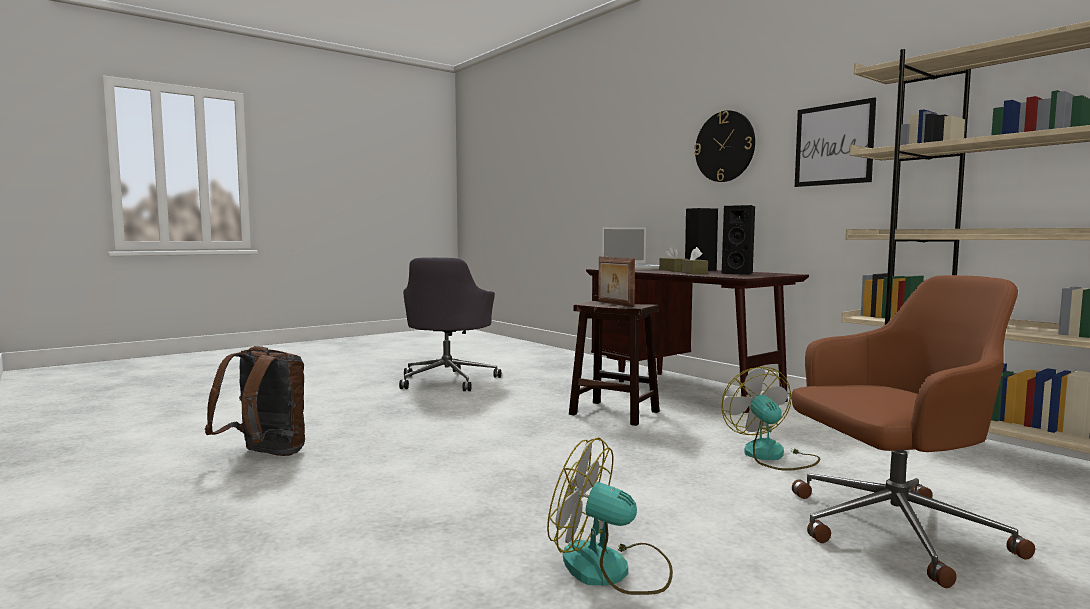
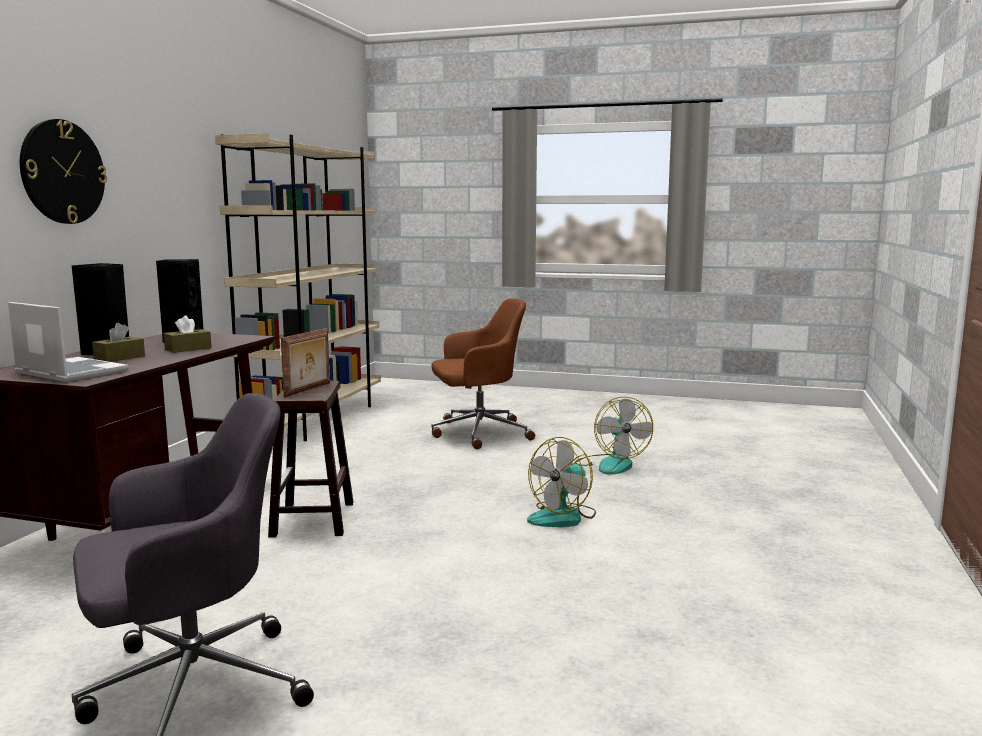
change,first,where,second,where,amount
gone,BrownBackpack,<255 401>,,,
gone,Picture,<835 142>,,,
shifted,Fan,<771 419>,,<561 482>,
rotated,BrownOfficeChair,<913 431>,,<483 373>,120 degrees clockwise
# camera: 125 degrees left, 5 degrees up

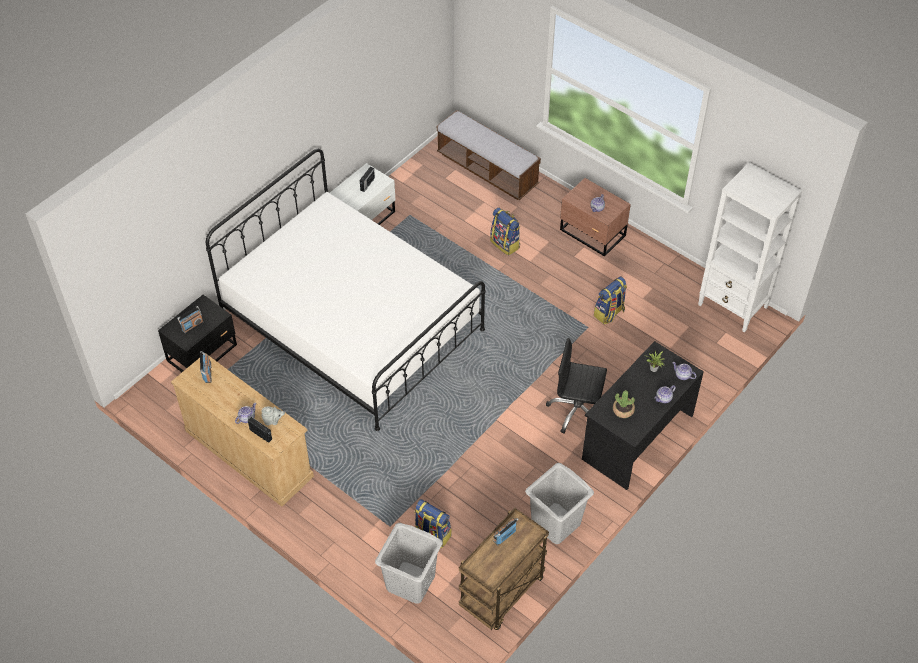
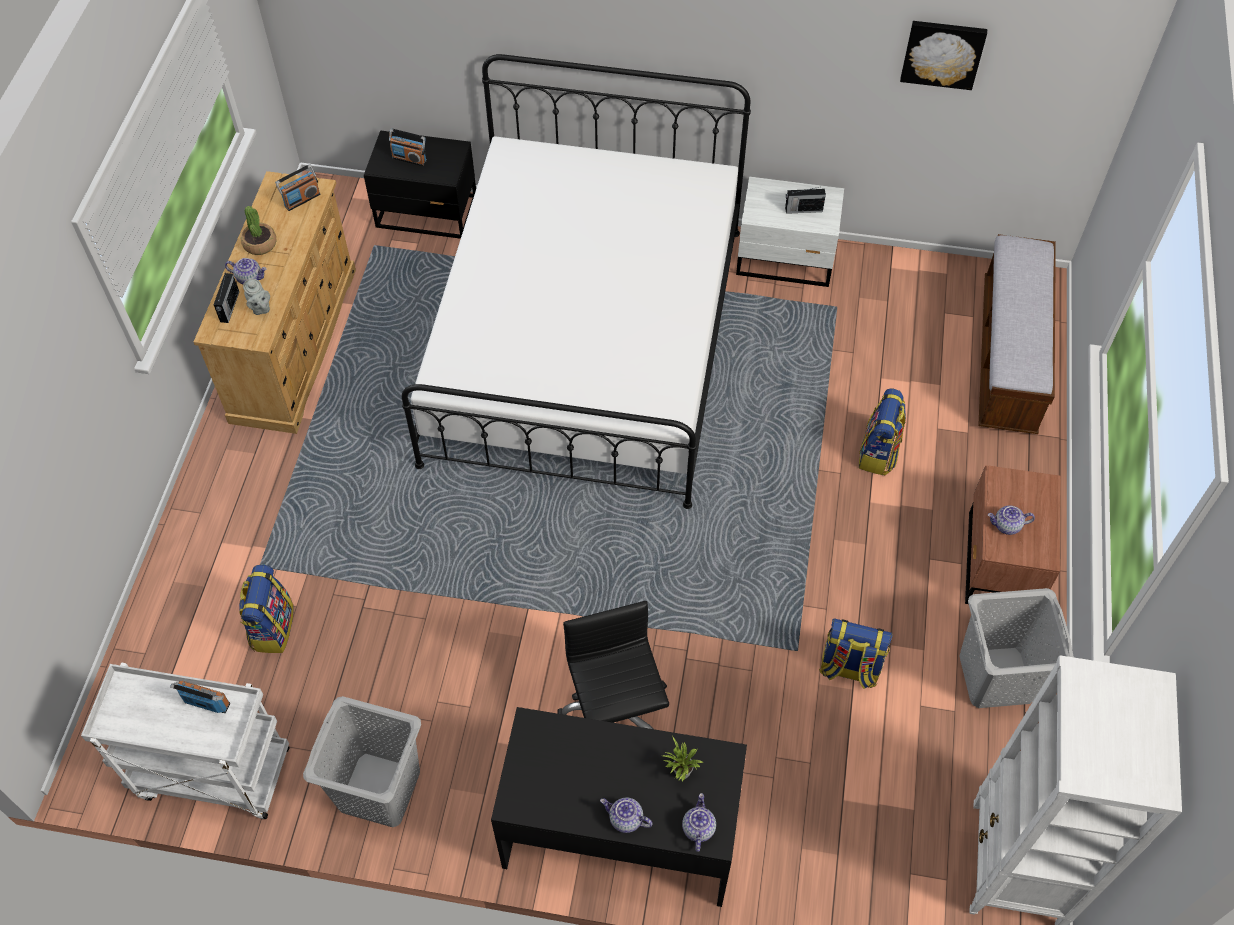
change,first,where,second,where,amount
new,,,Picture,<943 55>,
shifted,GreyLaundryBasket,<408 563>,,<1017 648>,
shifted,PottedPlant,<624 404>,,<259 230>,
repainted,BrownCart,<504 569>,WhiteCart,<185 740>,
# camera: 60 degrees right, 5 degrees up

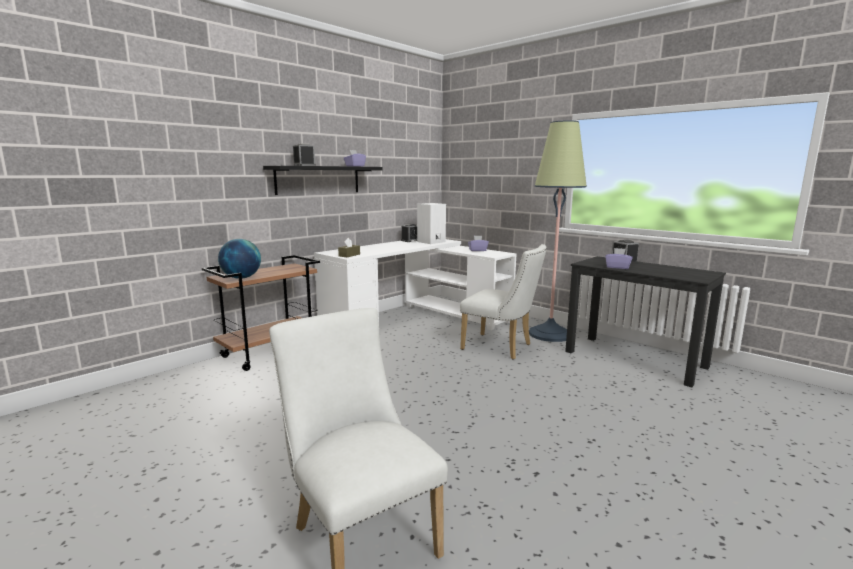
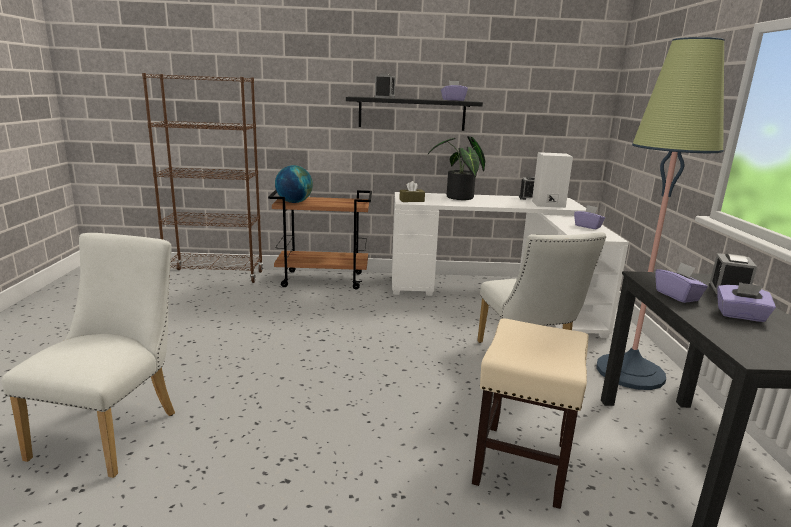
change,first,where,second,where,amount
new,,,BrownBookcase,<202 178>,
new,,,PottedPlant,<456 168>,
new,,,BeigeStool,<530 413>,
new,,,PurpleTissueBox,<746 302>,
# camera: 45 degrees right, 5 degrees up

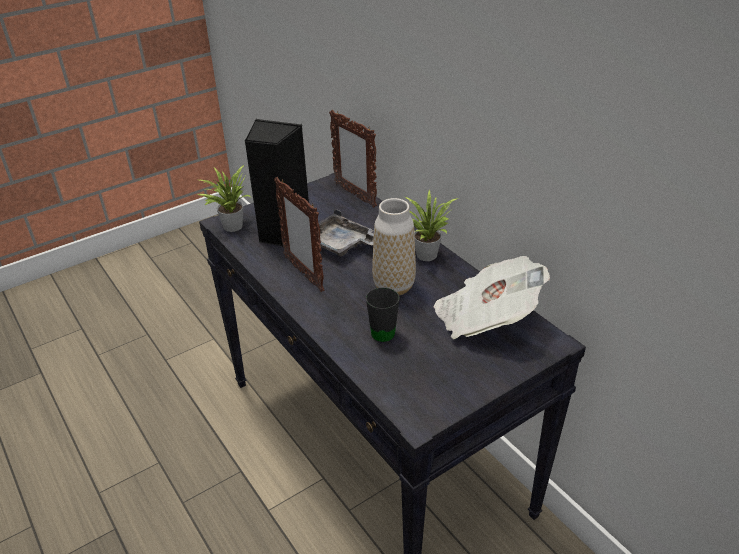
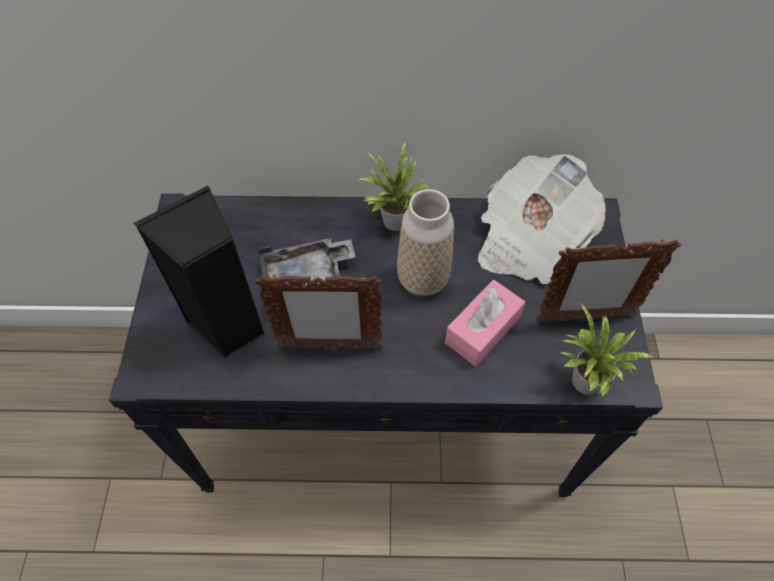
change,first,where,second,where,amount
shifted,PottedPlant,<224 198>,,<607 350>,
shifted,PictureFrame,<353 159>,,<608 281>,
swapped,BlackMug,<383 314>,PinkTissueBox,<485 323>,
# camera: 55 degrees left, 20 degrees up

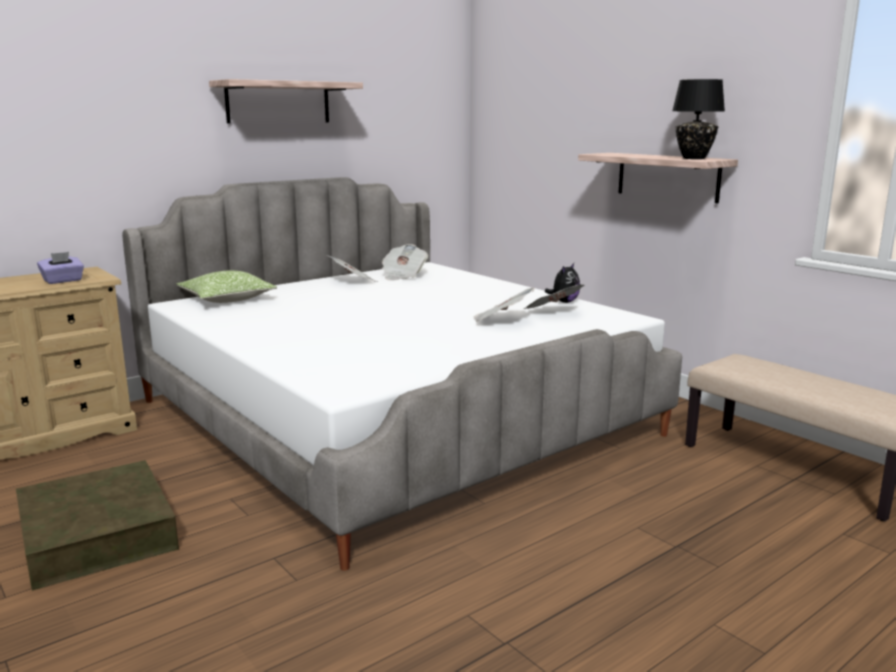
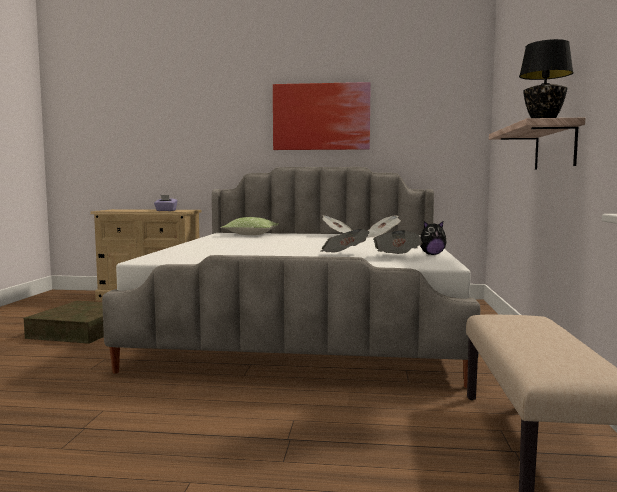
change,first,where,second,where,amount
swapped,Shelf,<286 101>,Picture,<322 116>,
# camera: 45 degrees right, 10 degrees down

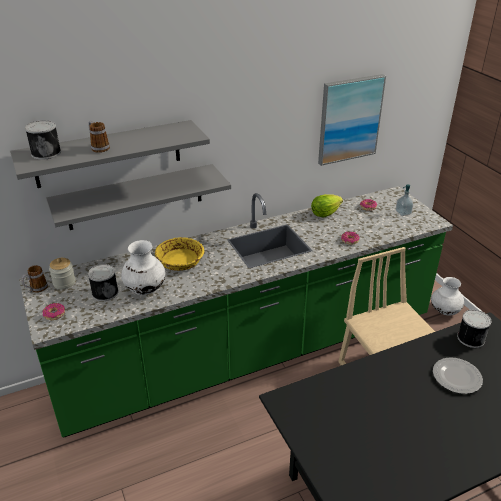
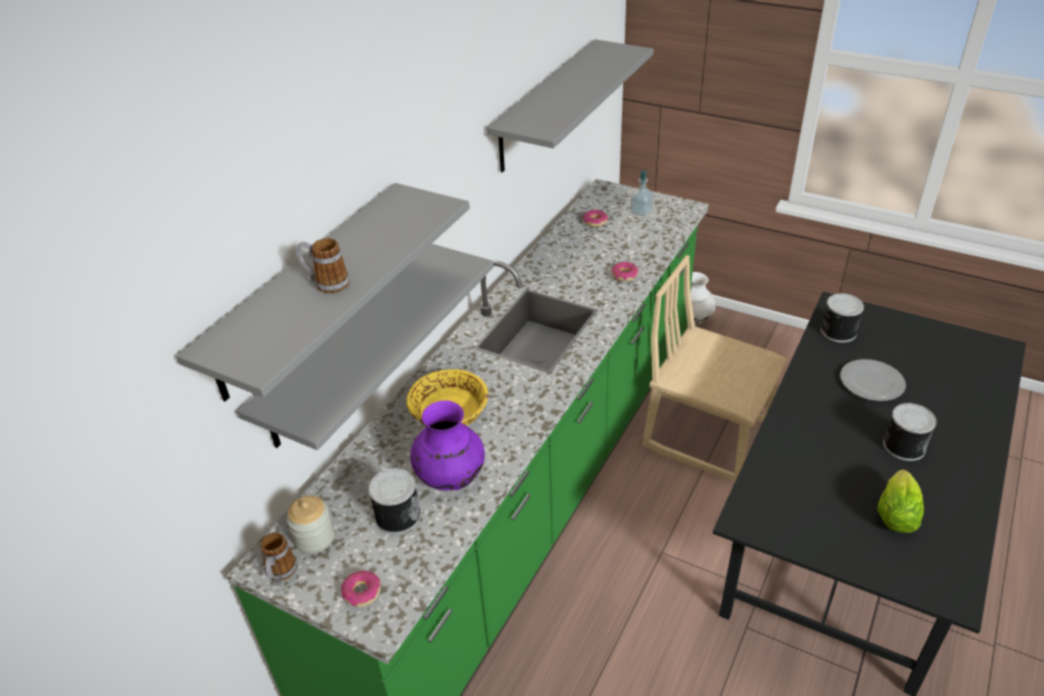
change,first,where,second,where,amount
shifted,Can,<43 140>,,<910 432>,
shifted,Lettuce,<327 206>,,<900 501>,
swapped,Picture,<352 120>,GreyShelf,<570 106>,
repainted,WhiteVase,<143 267>,PurpleVase,<447 445>,
# camera: 35 degrees left, 5 degrees up

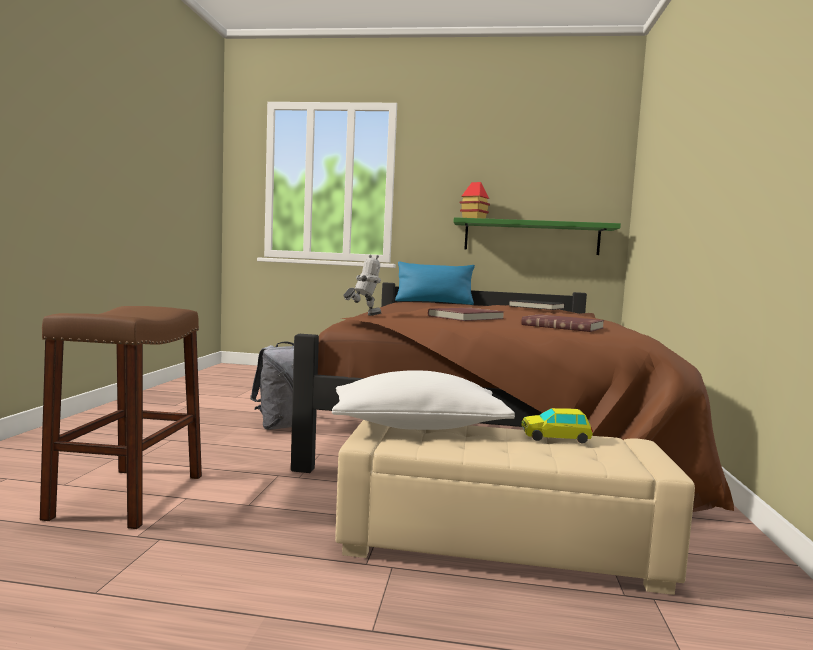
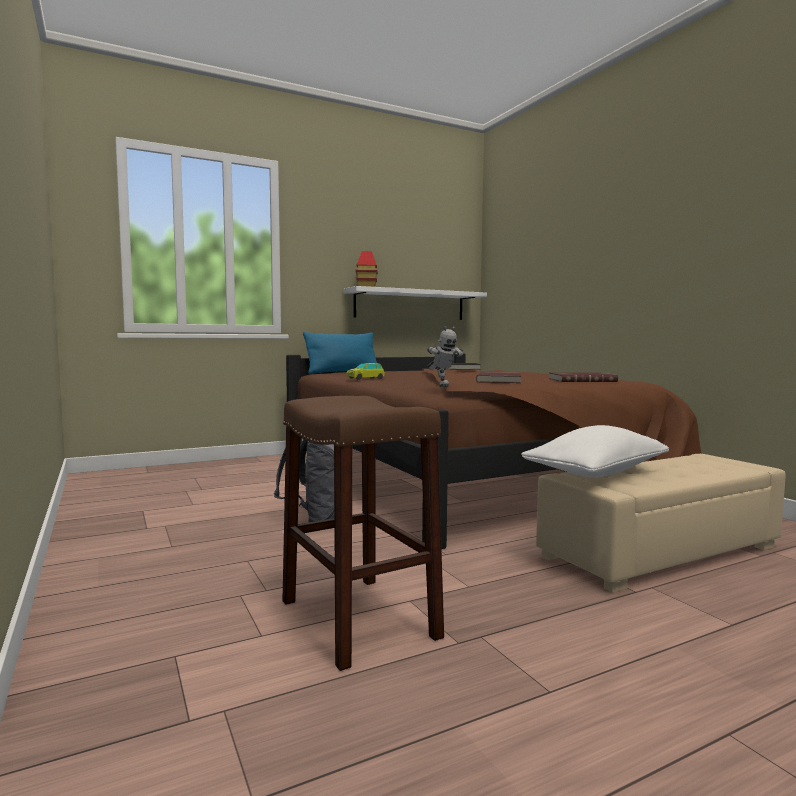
change,first,where,second,where,amount
shifted,ToyCar,<557 425>,,<365 371>,
repainted,GreenShelf,<537 236>,WhiteShelf,<415 303>,
rotated,ToyRobot,<362 285>,,<445 356>,150 degrees clockwise
# camera: 35 degrees left, 0 degrees up

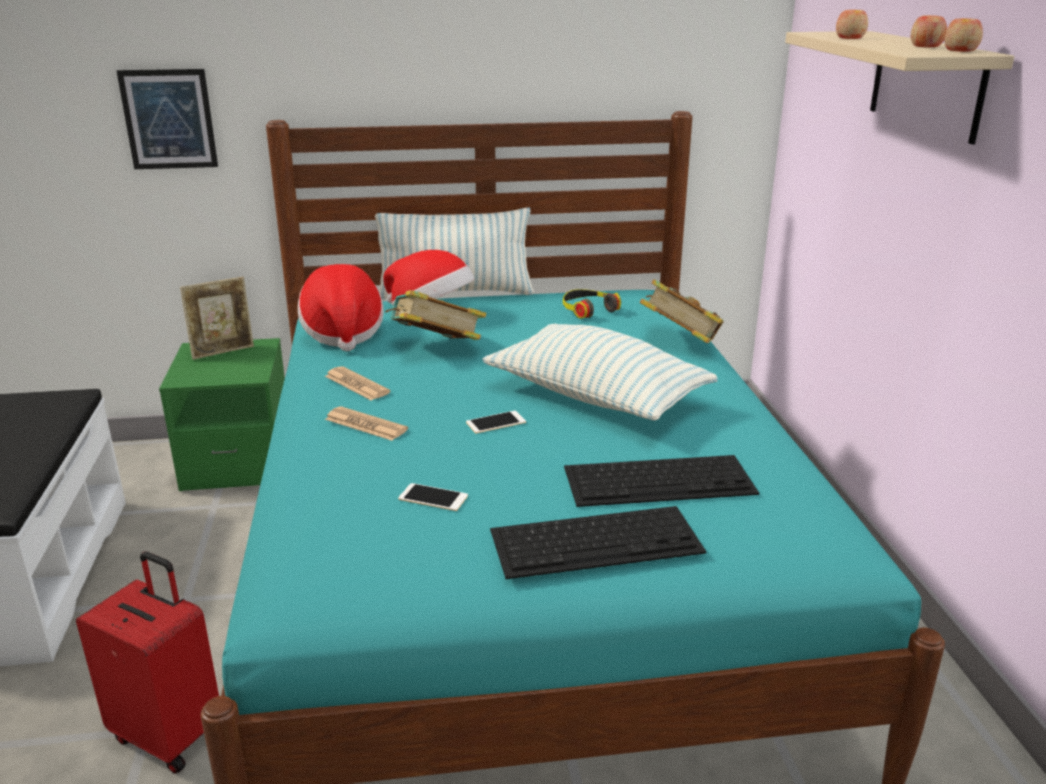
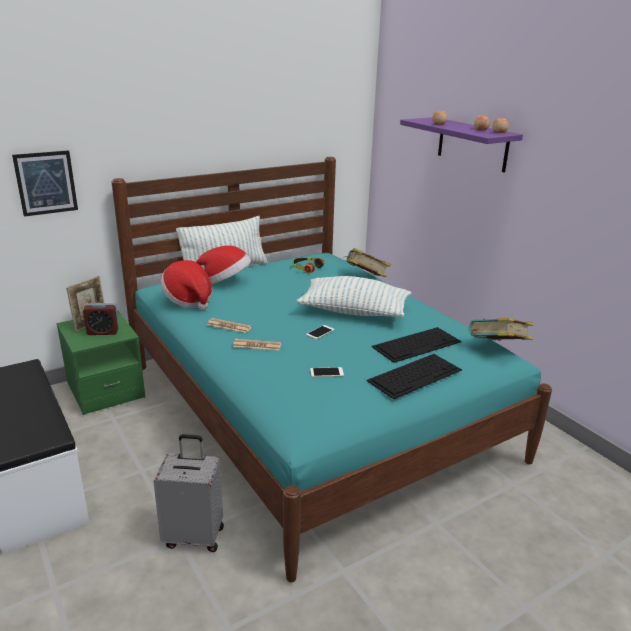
change,first,where,second,where,amount
new,,,AlarmClock,<101 319>,
shifted,Book,<436 315>,,<501 329>,
repainted,RedSuitcase,<147 663>,GreySuitcase,<189 493>,
repainted,BeigeShelf,<900 87>,PurpleShelf,<461 144>,
# camera: 25 degrees left, 0 degrees up

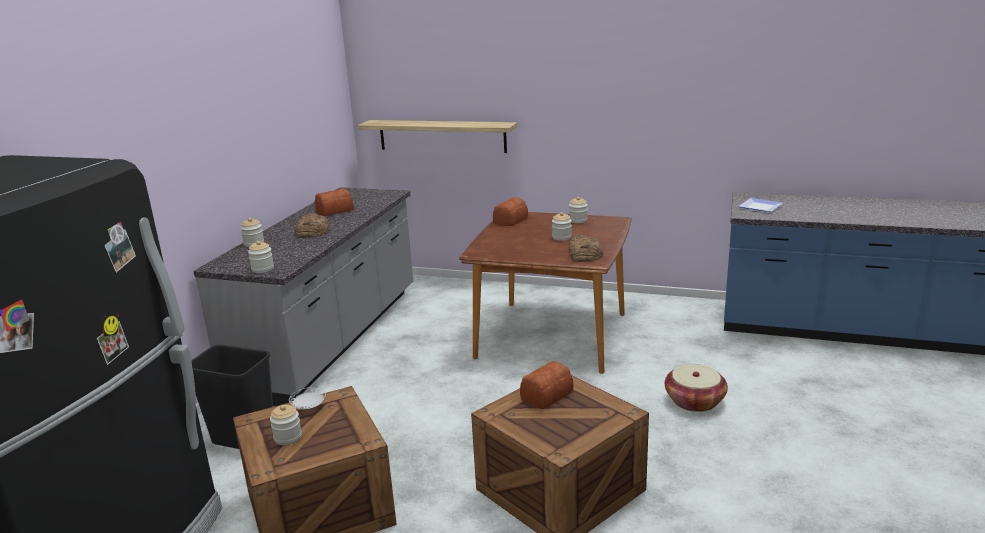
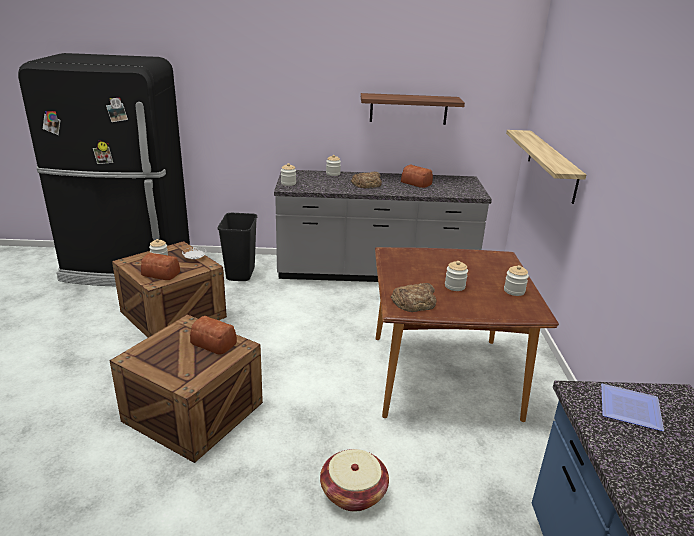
change,first,where,second,where,amount
new,,,Shelf,<413 109>,
shifted,Bread,<510 211>,,<160 266>,
# camera: 70 degrees right, 5 degrees up

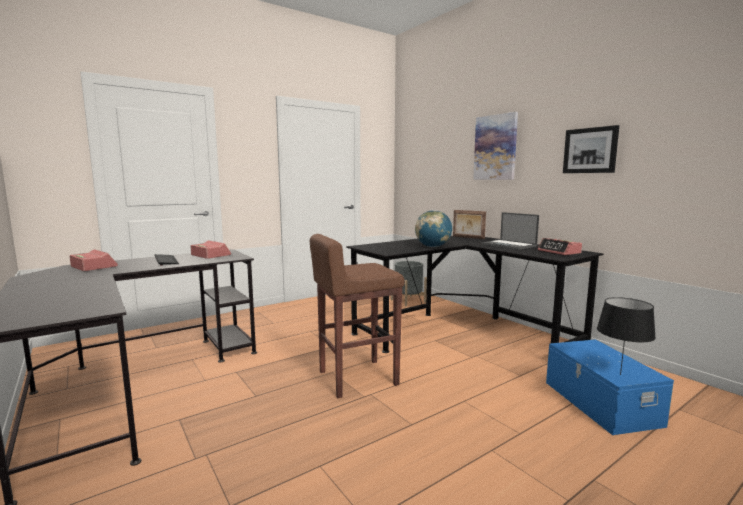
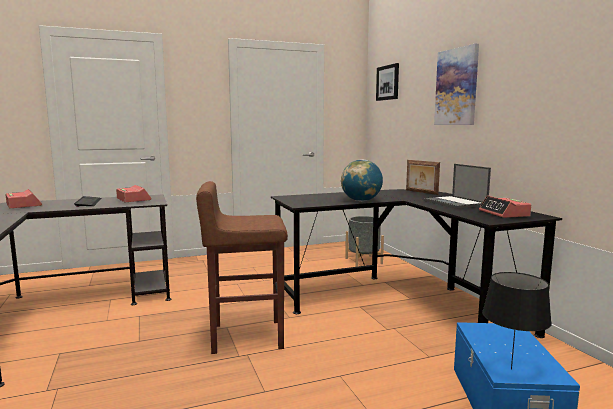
change,first,where,second,where,amount
shifted,Picture,<591 149>,,<387 82>,
# camera: 15 degrees right, 0 degrees up

